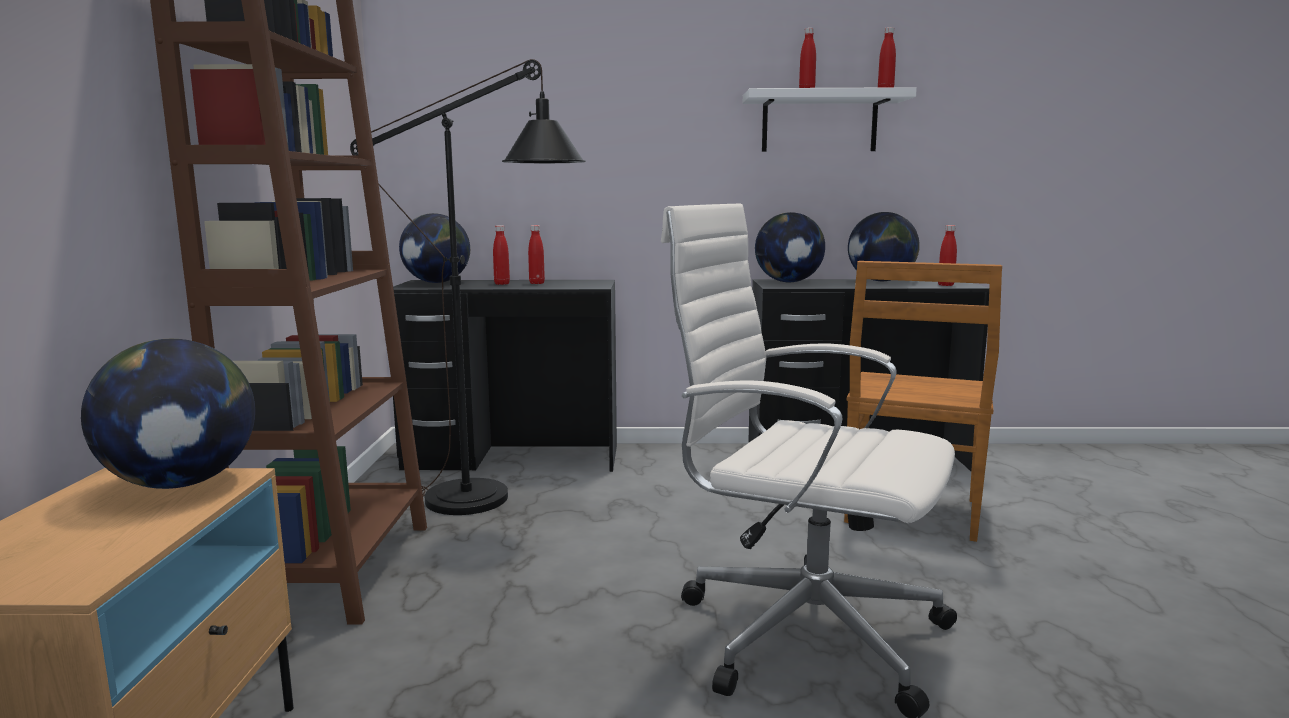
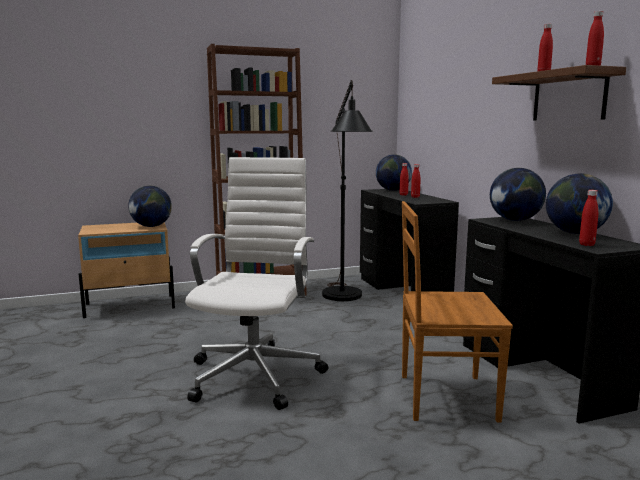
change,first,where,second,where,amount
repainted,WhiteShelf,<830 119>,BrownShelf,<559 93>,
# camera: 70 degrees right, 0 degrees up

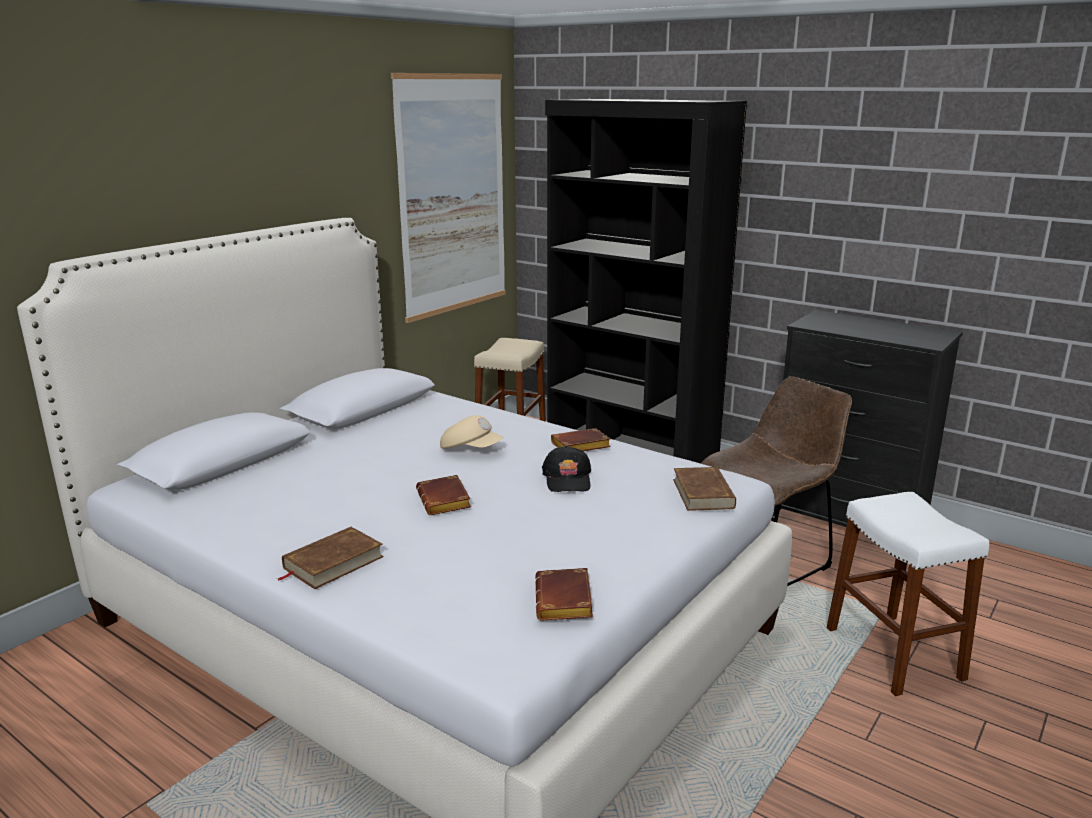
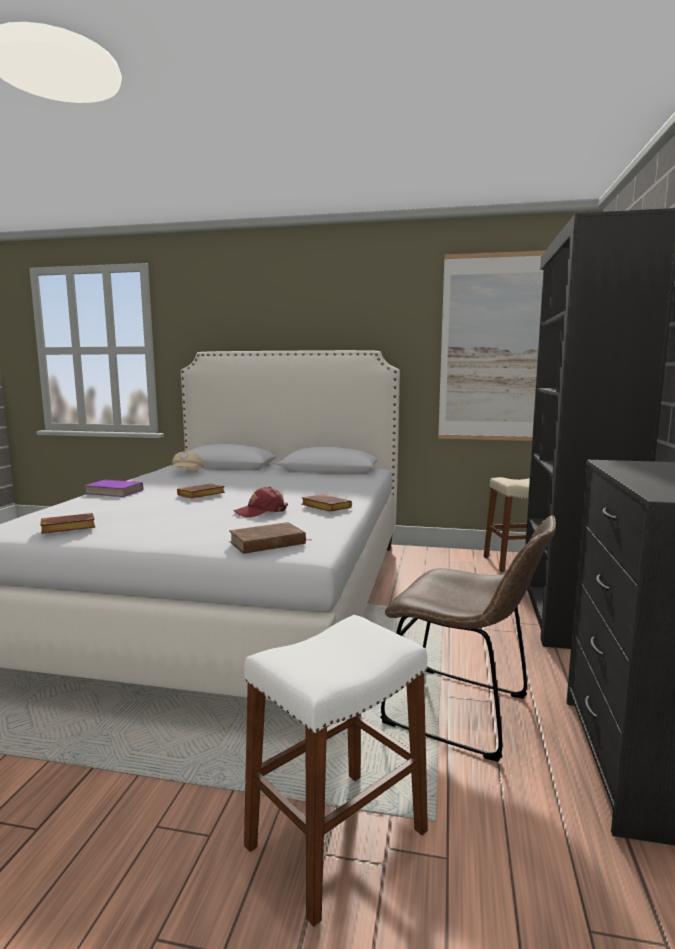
change,first,where,second,where,amount
shifted,BeigeCap,<471 432>,,<188 460>,
repainted,BrownBook,<331 558>,PurpleBook,<113 488>,
repainted,BlackCap,<566 469>,RedCap,<260 502>,
# camera: 65 degrees right, 10 degrees down

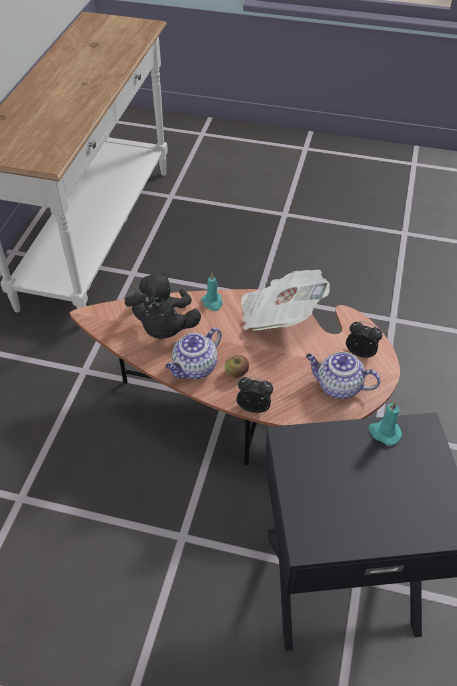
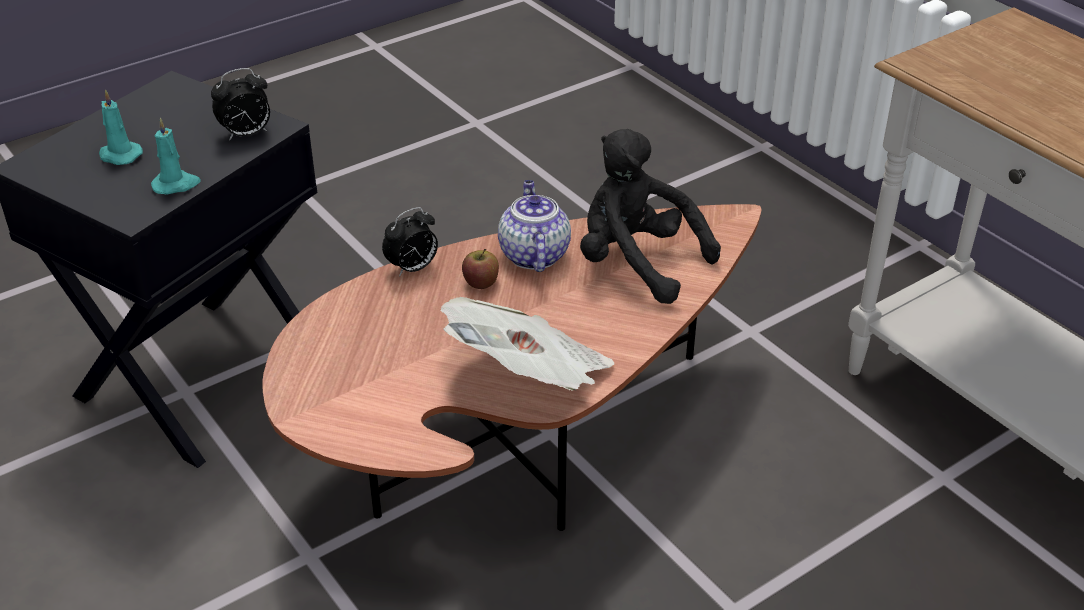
change,first,where,second,where,amount
gone,Teapot,<343 375>,,,
shifted,TurquoiseCandle,<212 292>,,<121 127>,
shifted,AlarmClock,<364 339>,,<240 104>,
# camera: 130 degrees right, 10 degrees down

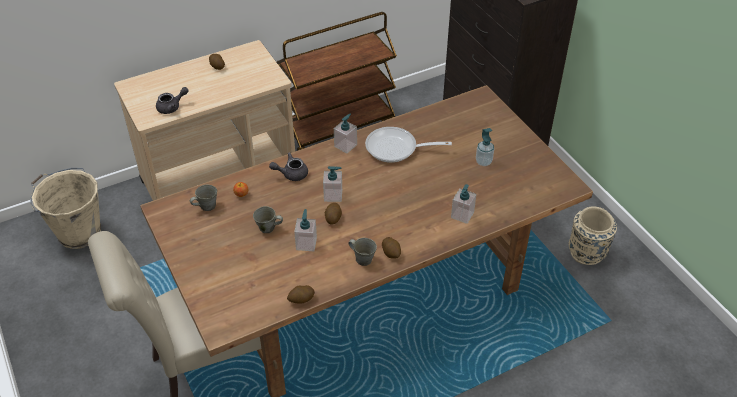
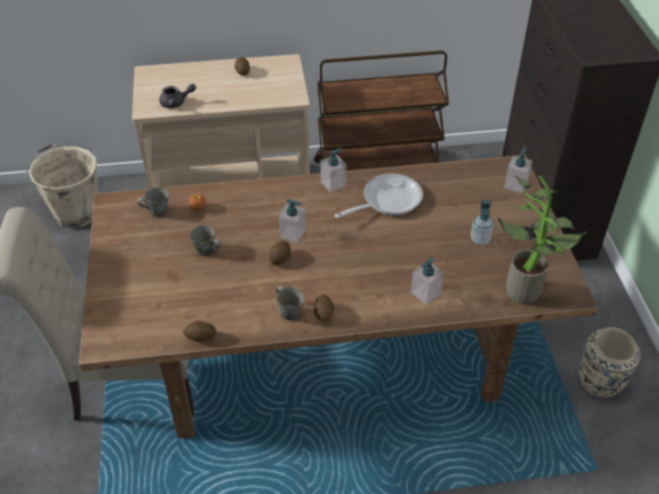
change,first,where,second,where,amount
gone,GreyTeapot,<288 166>,,,
new,,,PottedPlant,<542 240>,
shifted,SoapDispenser,<305 230>,,<518 170>,
rotated,FryingPan,<408 145>,,<378 195>,120 degrees clockwise
# camera: 20 degrees right, 0 degrees up

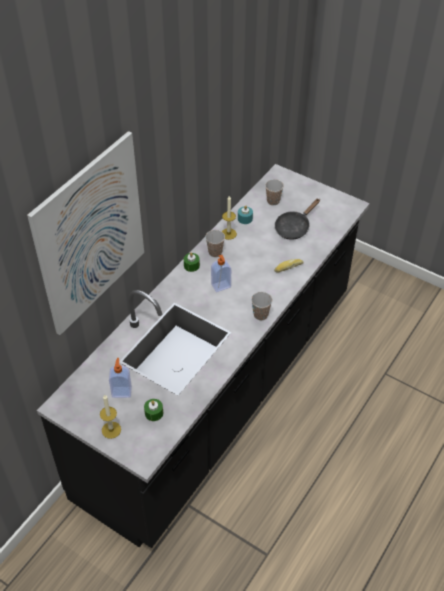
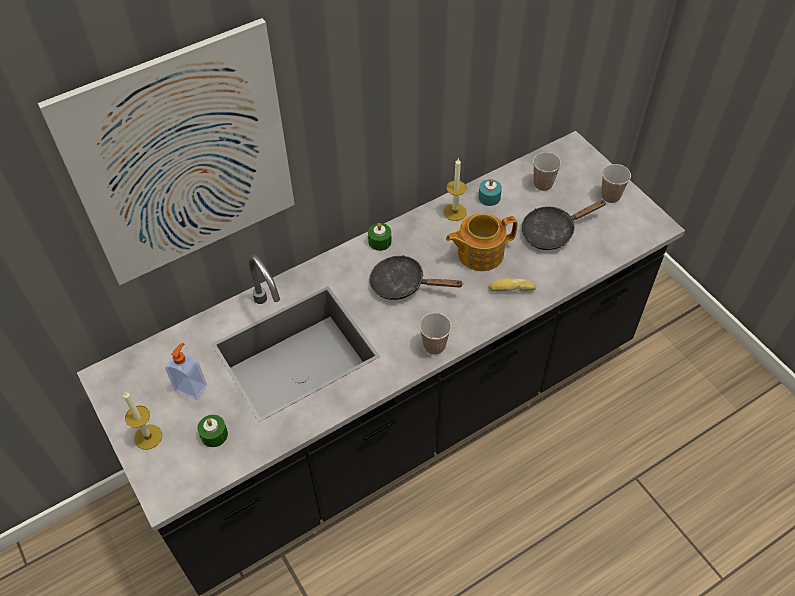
change,first,where,second,where,amount
new,,,Teapot,<482 242>,
shifted,Cup,<215 243>,,<616 183>,
swapped,SoapDispenser,<221 273>,BlackFryingPan,<416 277>,
# camera: 25 degrees right, 5 degrees up

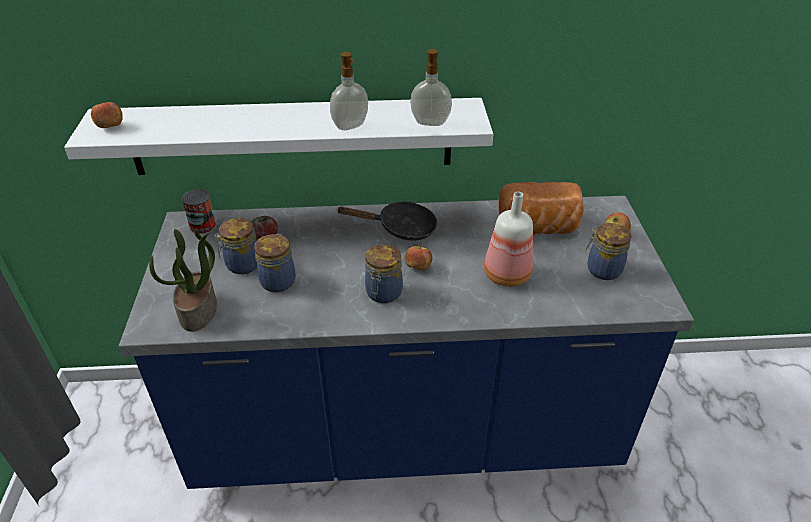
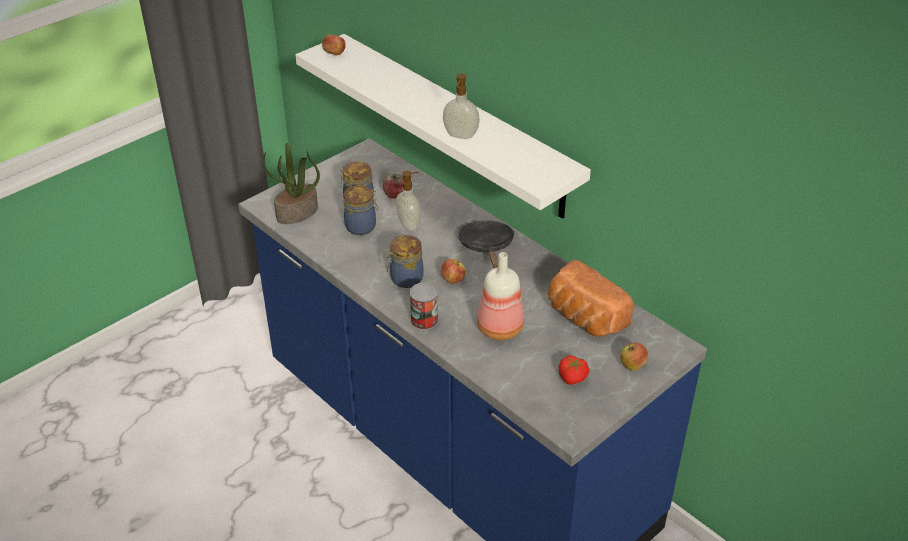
change,first,where,second,where,amount
shifted,Can,<198 211>,,<424 306>,
shifted,SoapDispenser,<431 87>,,<408 201>,
swapped,Jar,<609 251>,Tomato,<574 370>,
rotated,BlackFryingPan,<386 221>,,<486 244>,150 degrees counterclockwise
# camera: 50 degrees right, 0 degrees up

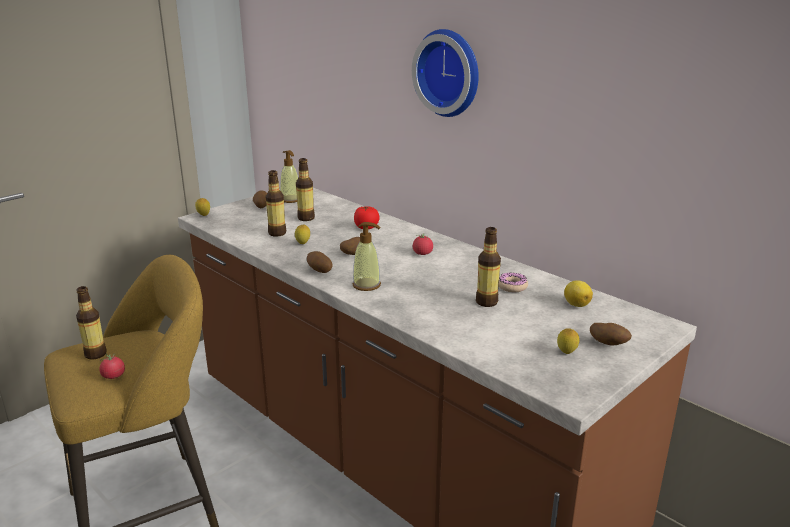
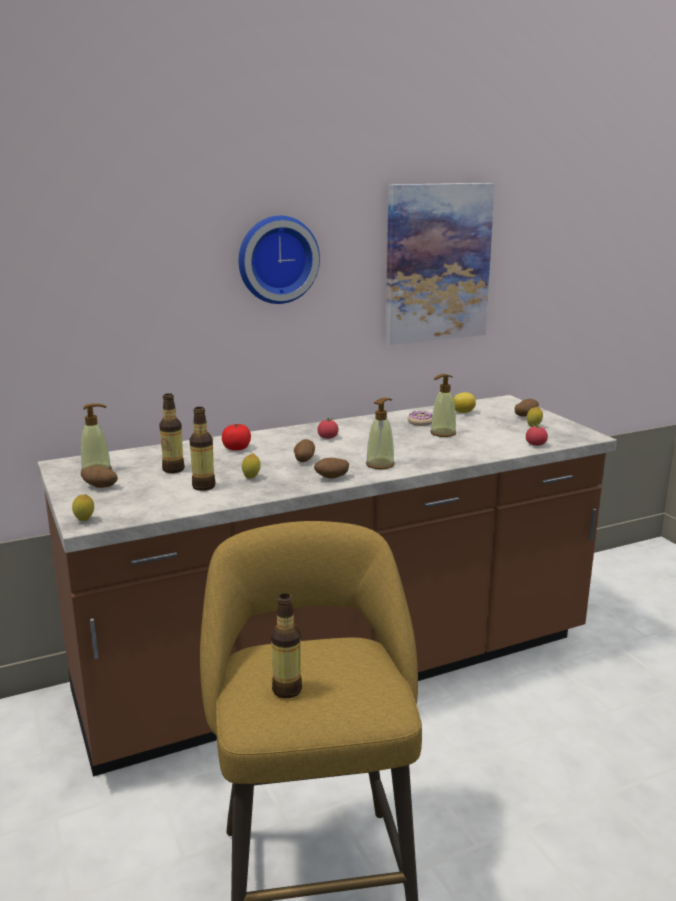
change,first,where,second,where,amount
new,,,Picture,<440 264>,
shifted,Tomato,<112 366>,,<537 435>,
swapped,Bottle,<488 267>,SoapDispenser,<443 405>,
# camera: 70 degrees left, 5 degrees down

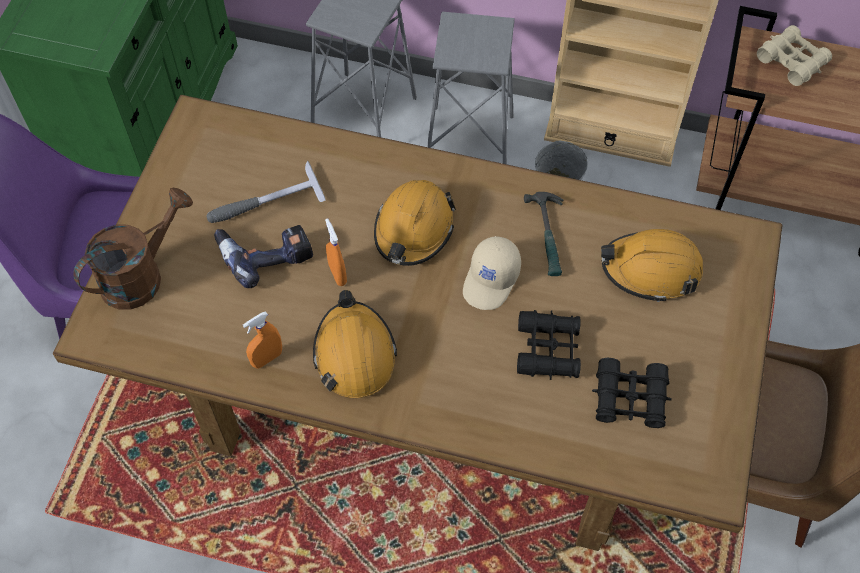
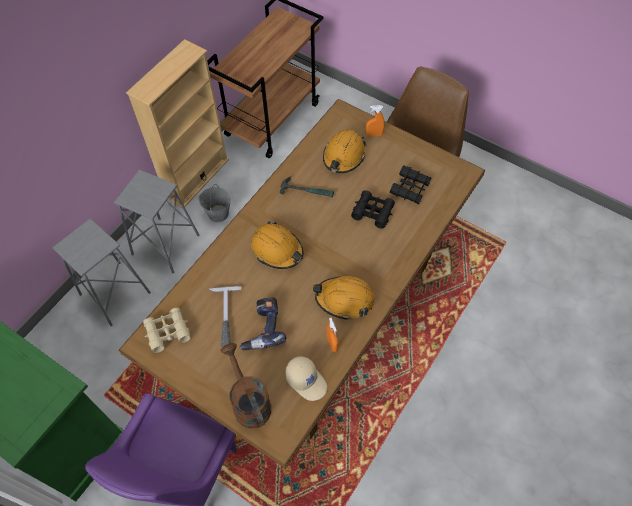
change,first,where,second,where,amount
shifted,OrangeSprayBottle,<336 252>,,<375 121>,
shifted,BeigeCap,<492 273>,,<306 378>,
shifted,BeigeBinoculars,<794 55>,,<167 330>,
# camera: 70 degrees left, 0 degrees up

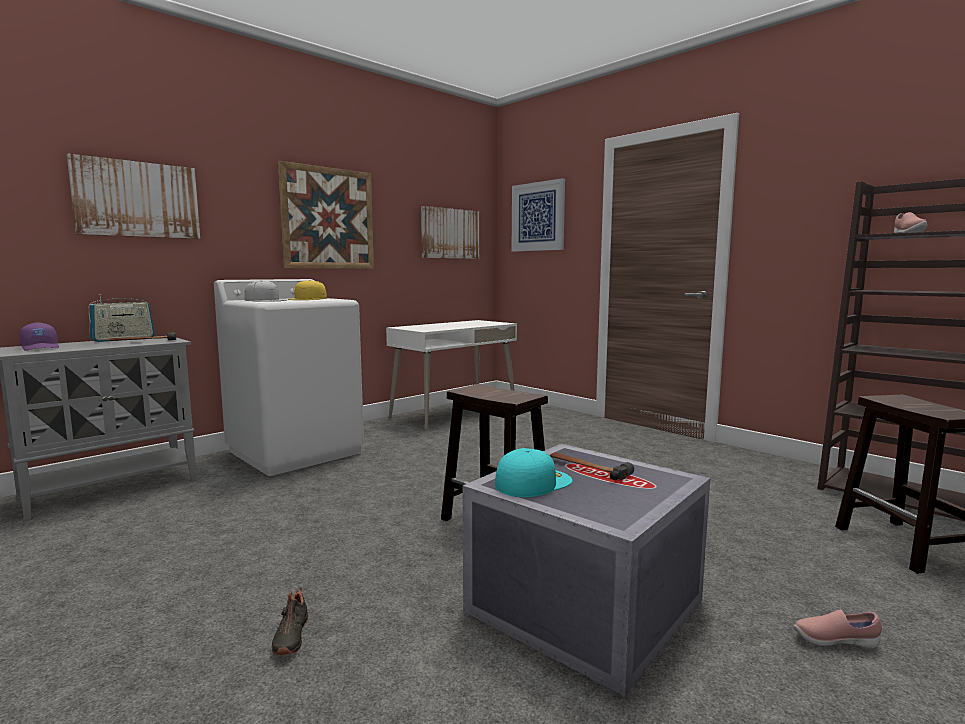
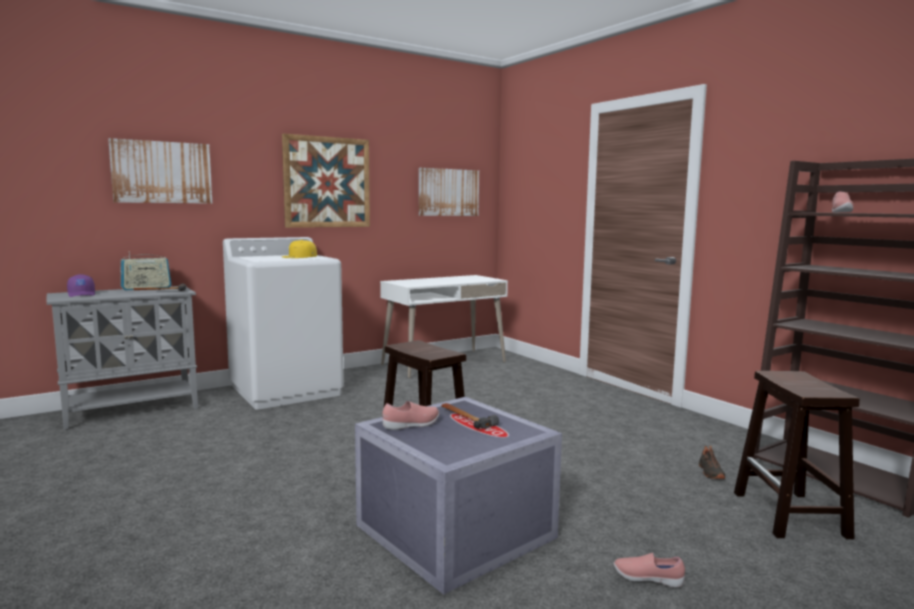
change,first,where,second,where,amount
gone,WhiteCap,<265 291>,,,
gone,Picture,<538 214>,,,
shifted,BlackShoe,<290 621>,,<712 462>,
swapped,TurquoiseCap,<534 472>,PinkShoe,<410 415>,
# camera: 10 degrees right, 0 degrees up

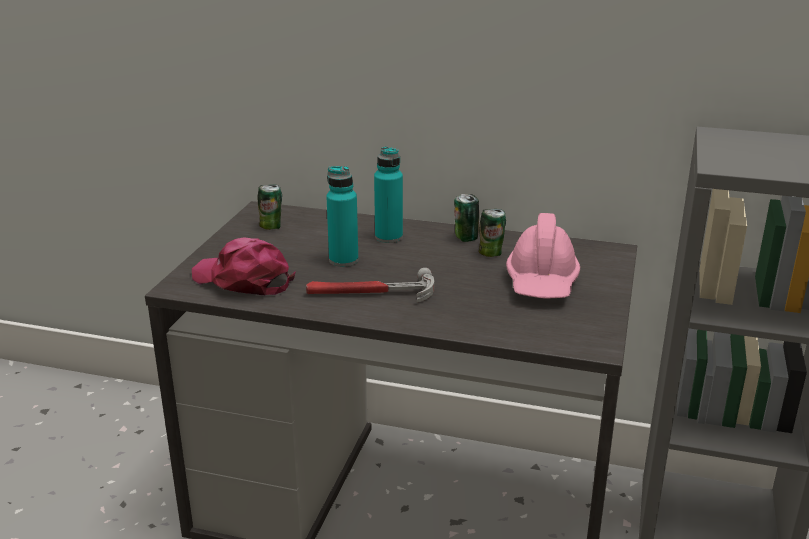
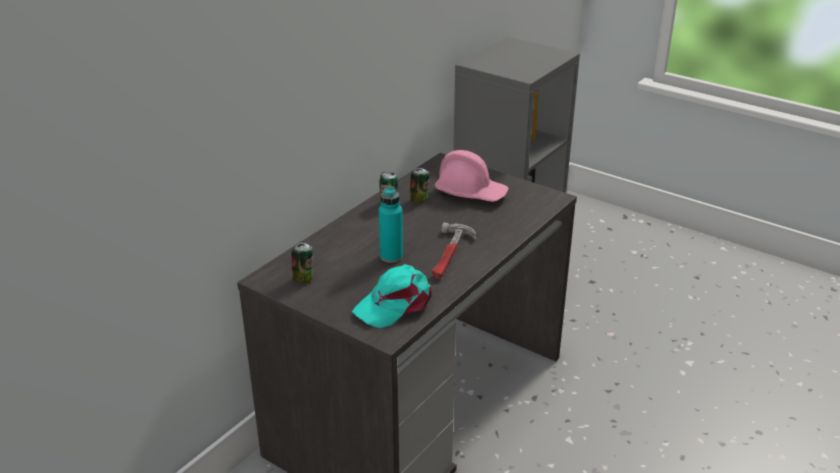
change,first,where,second,where,amount
gone,TurquoiseBottle,<388 194>,,,
repainted,PinkCap,<243 266>,TurquoiseCap,<392 296>,
# camera: 70 degrees left, 5 degrees up

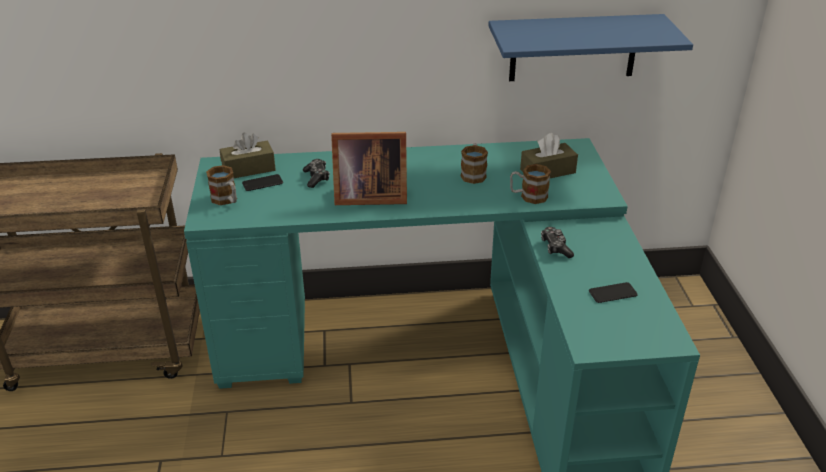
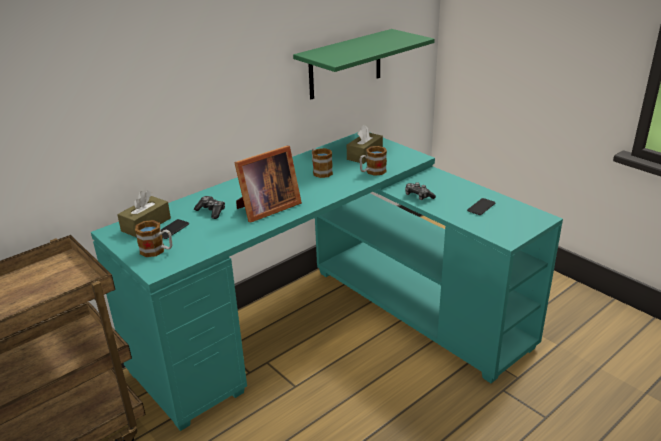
change,first,where,second,where,amount
repainted,BlueShelf,<590 47>,GreenShelf,<364 64>,
# camera: 35 degrees left, 5 degrees down

